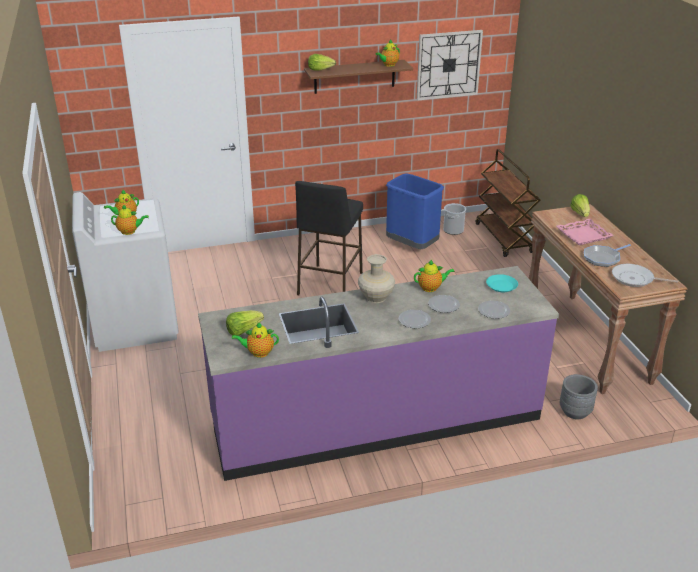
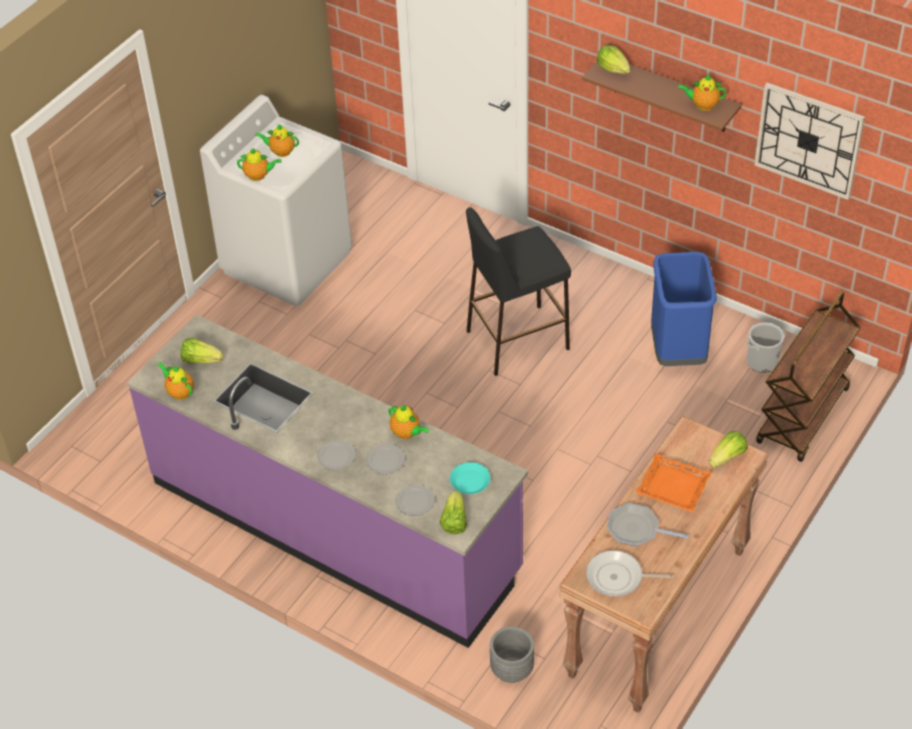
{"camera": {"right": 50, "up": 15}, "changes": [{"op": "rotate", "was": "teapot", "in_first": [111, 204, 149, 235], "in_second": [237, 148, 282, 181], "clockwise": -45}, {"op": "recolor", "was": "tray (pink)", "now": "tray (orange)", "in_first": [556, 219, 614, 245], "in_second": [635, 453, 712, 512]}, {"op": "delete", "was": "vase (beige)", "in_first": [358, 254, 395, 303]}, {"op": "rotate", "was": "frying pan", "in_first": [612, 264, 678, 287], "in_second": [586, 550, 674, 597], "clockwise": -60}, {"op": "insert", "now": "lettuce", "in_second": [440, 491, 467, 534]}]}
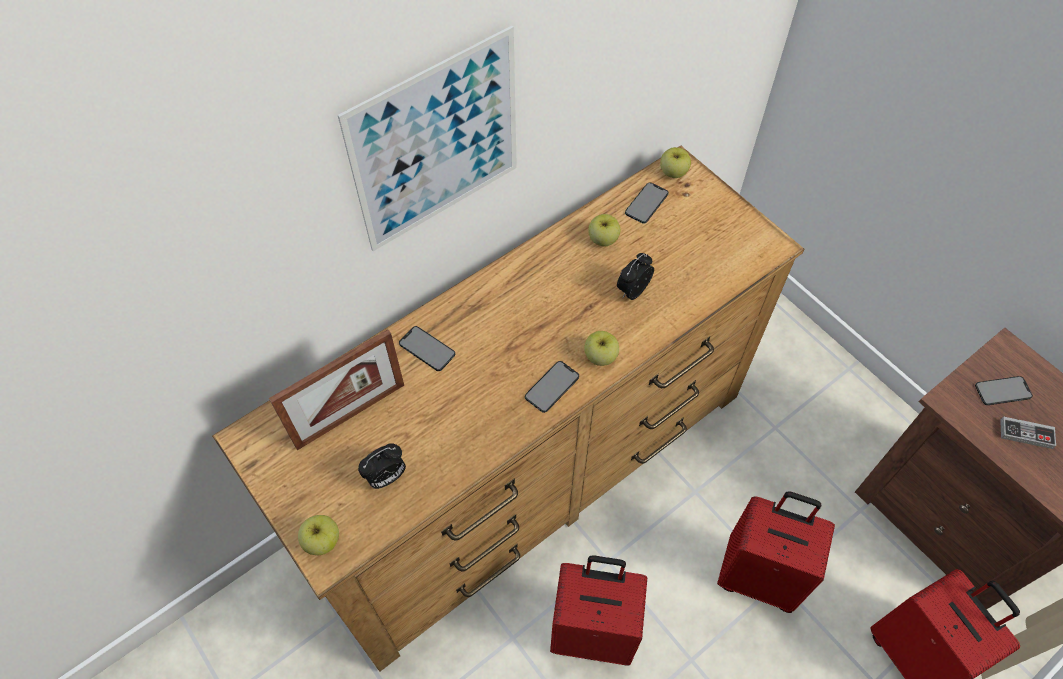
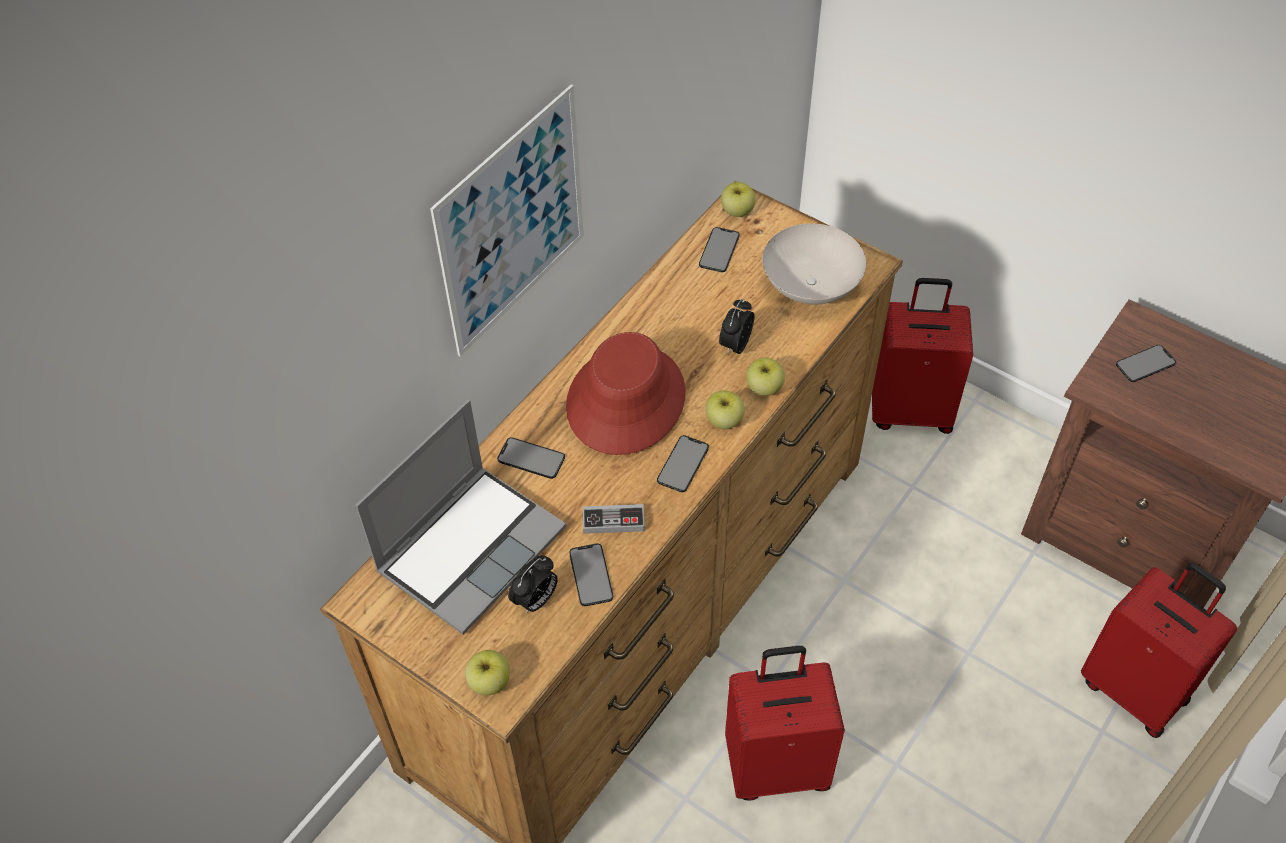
{"camera": {"right": -15, "up": -5}, "changes": [{"op": "move", "was": "apple", "in_first": [588, 214, 620, 246], "in_second": [746, 357, 785, 396]}, {"op": "replace", "was": "picture frame", "now": "laptop", "in_first": [269, 329, 404, 450], "in_second": [356, 400, 566, 635]}, {"op": "move", "was": "game controller", "in_first": [1000, 417, 1056, 449], "in_second": [583, 504, 645, 534]}, {"op": "move", "was": "suitcase (red)", "in_first": [717, 491, 835, 613], "in_second": [872, 278, 973, 434]}, {"op": "insert", "now": "bowl (white)", "in_second": [762, 224, 866, 304]}, {"op": "insert", "now": "hat (red)", "in_second": [566, 332, 686, 455]}, {"op": "insert", "now": "phone", "in_second": [570, 543, 613, 606]}]}
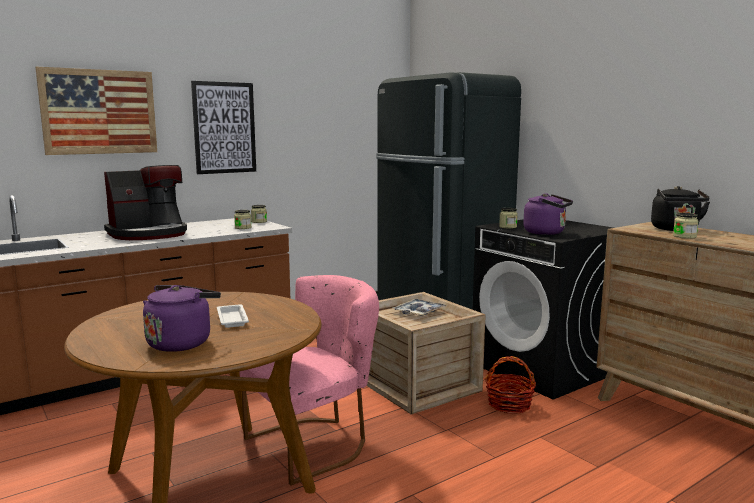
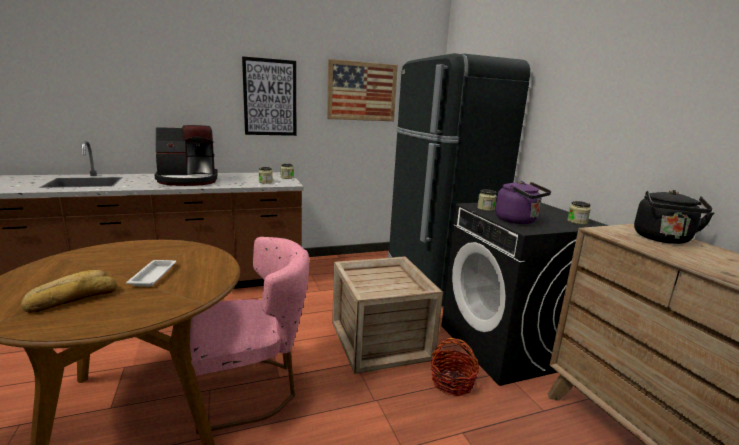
{"camera": {"right": 15, "up": 5}, "changes": [{"op": "move", "was": "picture", "in_first": [35, 67, 157, 155], "in_second": [327, 59, 398, 121]}, {"op": "move", "was": "jar", "in_first": [673, 213, 699, 239], "in_second": [567, 201, 591, 225]}, {"op": "replace", "was": "kettle (purple)", "now": "bread", "in_first": [143, 285, 221, 352], "in_second": [21, 270, 117, 313]}, {"op": "delete", "was": "tray", "in_first": [393, 299, 446, 316]}]}
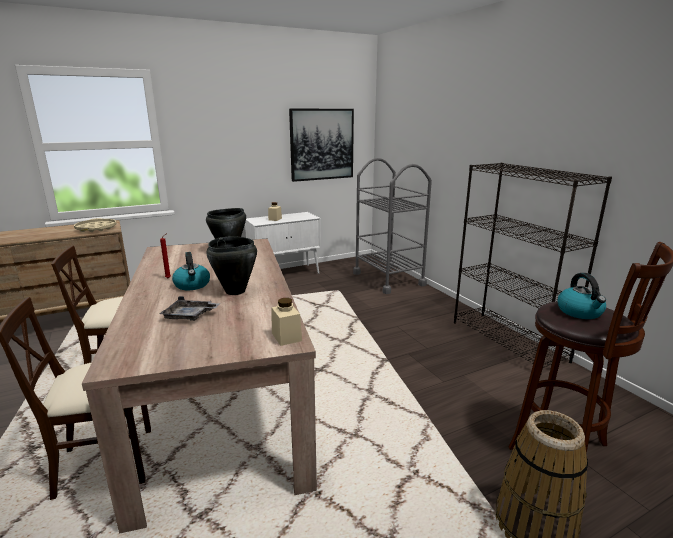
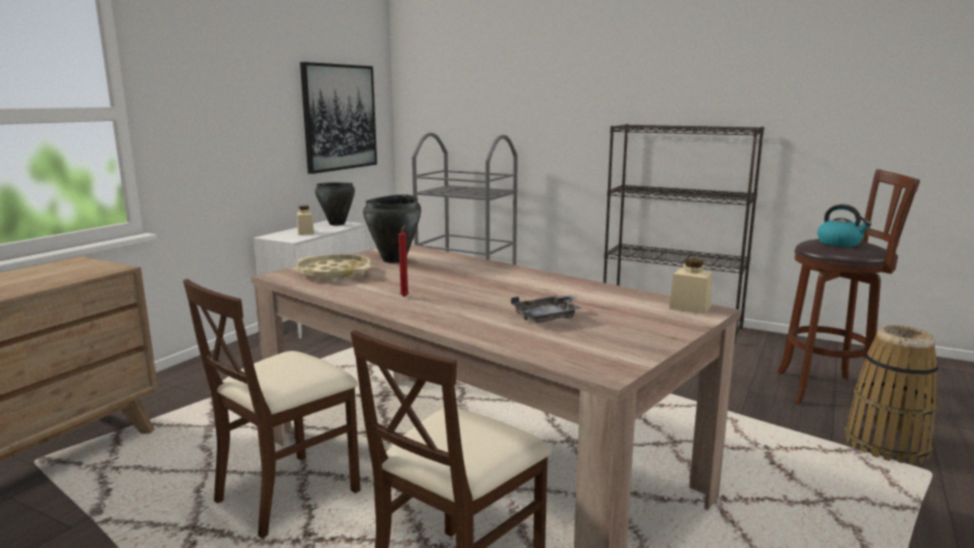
{"camera": {"right": -35, "up": -5}, "changes": [{"op": "move", "was": "tray (beige)", "in_first": [74, 218, 116, 232], "in_second": [296, 254, 371, 281]}, {"op": "move", "was": "cooking pot (black)", "in_first": [206, 236, 257, 295], "in_second": [315, 182, 355, 225]}, {"op": "delete", "was": "kettle", "in_first": [172, 252, 210, 290]}]}
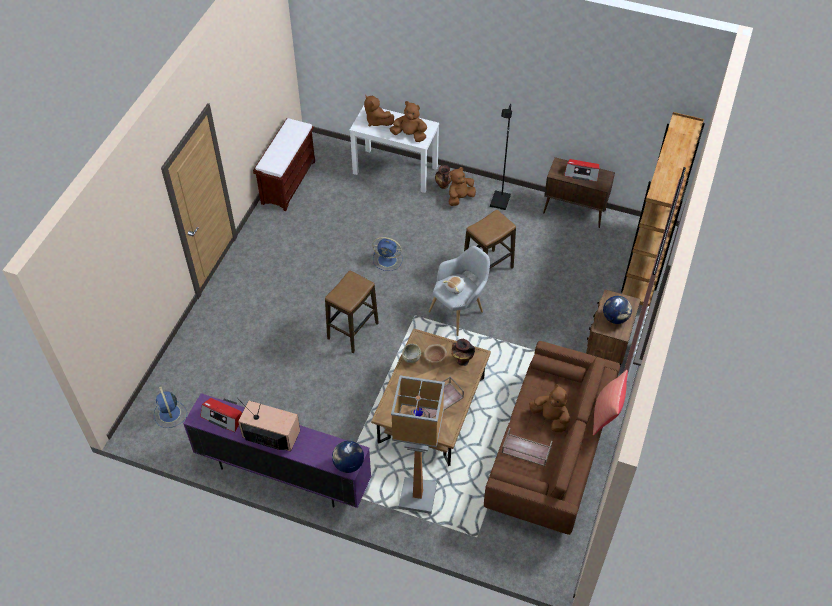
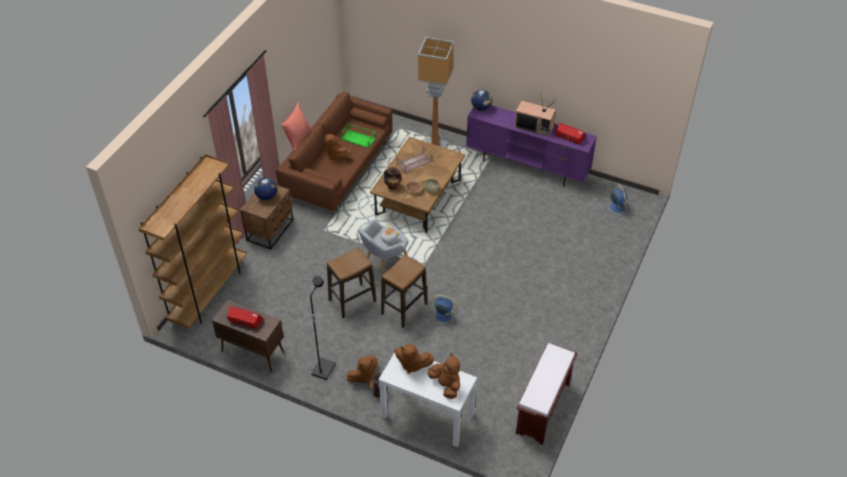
{"camera": {"right": -175, "up": -5}, "changes": [{"op": "move", "was": "stool", "in_first": [325, 270, 379, 353], "in_second": [381, 255, 427, 328]}, {"op": "recolor", "was": "tray (brown)", "now": "tray (green)", "in_first": [502, 428, 552, 466], "in_second": [341, 123, 376, 148]}]}
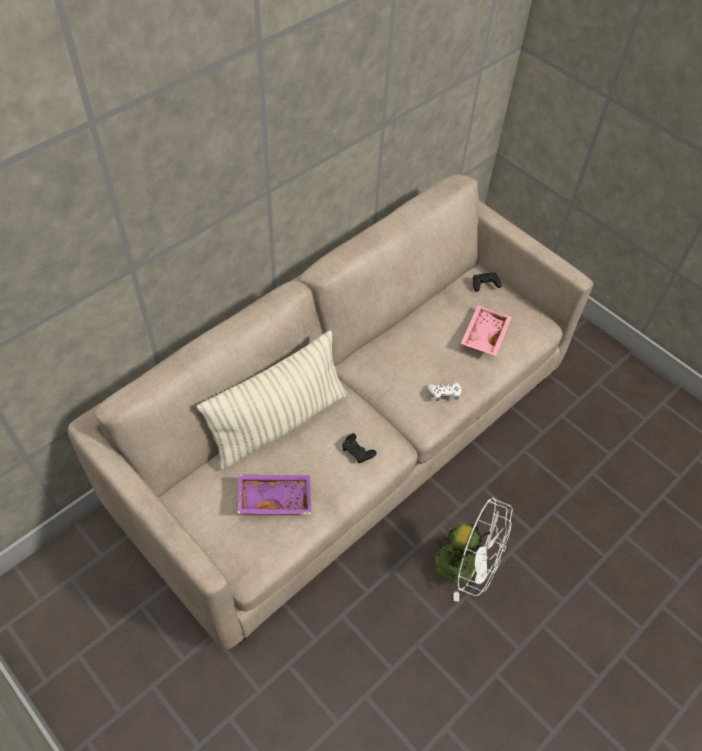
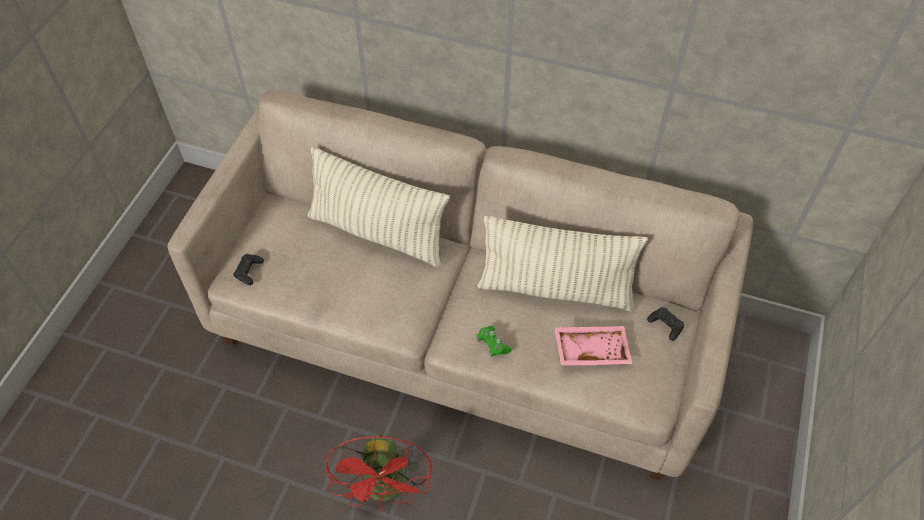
{"camera": {"right": 65, "up": 0}, "changes": [{"op": "recolor", "was": "game controller (white)", "now": "game controller (green)", "in_first": [428, 383, 461, 401], "in_second": [476, 326, 512, 357]}, {"op": "move", "was": "game controller (black)", "in_first": [342, 433, 377, 463], "in_second": [233, 254, 264, 285]}, {"op": "delete", "was": "tray (purple)", "in_first": [238, 474, 311, 514]}, {"op": "recolor", "was": "fan (white)", "now": "fan (red)", "in_first": [430, 497, 513, 602], "in_second": [326, 434, 432, 511]}, {"op": "insert", "now": "pillow", "in_second": [477, 215, 648, 311]}]}
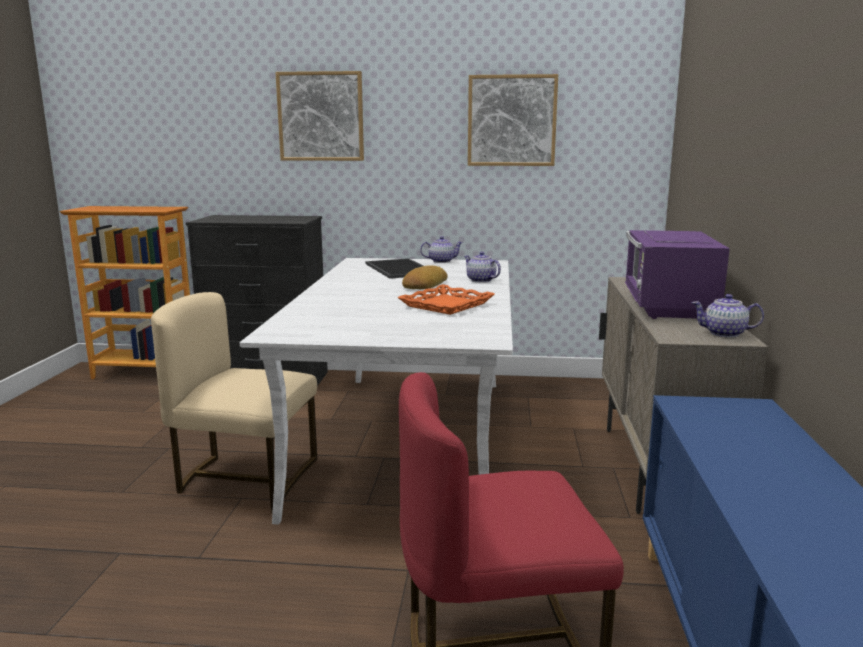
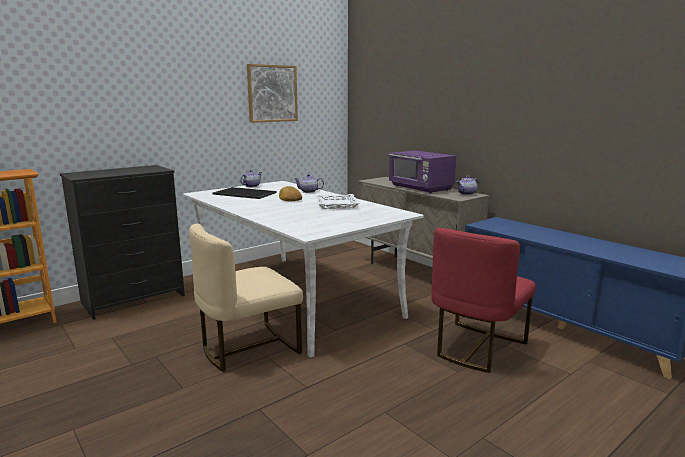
{"camera": {"right": -45, "up": 0}, "changes": [{"op": "delete", "was": "picture", "in_first": [275, 71, 364, 161]}, {"op": "recolor", "was": "tray (orange)", "now": "tray (white)", "in_first": [398, 284, 495, 315], "in_second": [316, 194, 359, 209]}]}
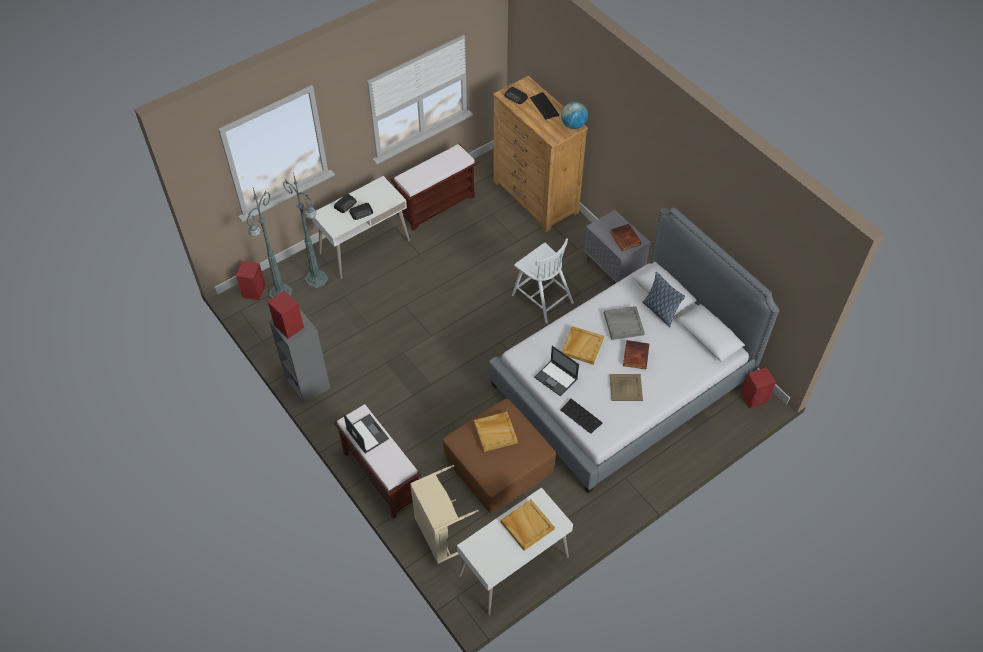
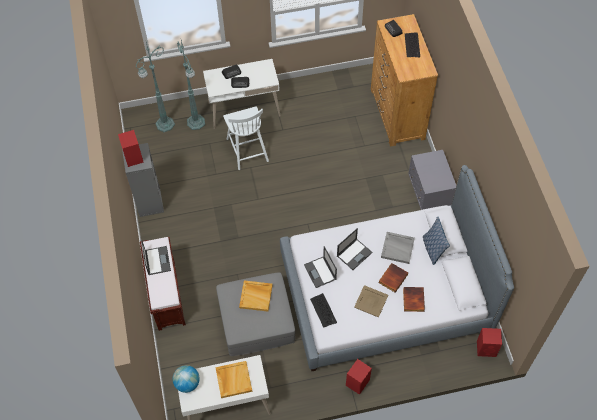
{"camera": {"right": 25, "up": 5}, "changes": [{"op": "move", "was": "globe", "in_first": [561, 102, 588, 129], "in_second": [173, 365, 200, 393]}, {"op": "delete", "was": "bench (brown)", "in_first": [391, 144, 477, 231]}, {"op": "move", "was": "book", "in_first": [610, 224, 641, 251], "in_second": [403, 287, 425, 312]}, {"op": "move", "was": "chair (white)", "in_first": [512, 238, 574, 324], "in_second": [223, 106, 269, 170]}, {"op": "move", "was": "speaker (red)", "in_first": [236, 261, 266, 300], "in_second": [346, 359, 372, 395]}, {"op": "replace", "was": "tray (beige)", "now": "laptop", "in_first": [561, 326, 604, 365], "in_second": [337, 228, 372, 270]}, {"op": "recolor", "was": "ottoman (brown)", "now": "ottoman (grey)", "in_first": [443, 399, 556, 513], "in_second": [216, 272, 295, 356]}, {"op": "delete", "was": "laundry basket (beige)", "in_first": [410, 465, 479, 564]}]}
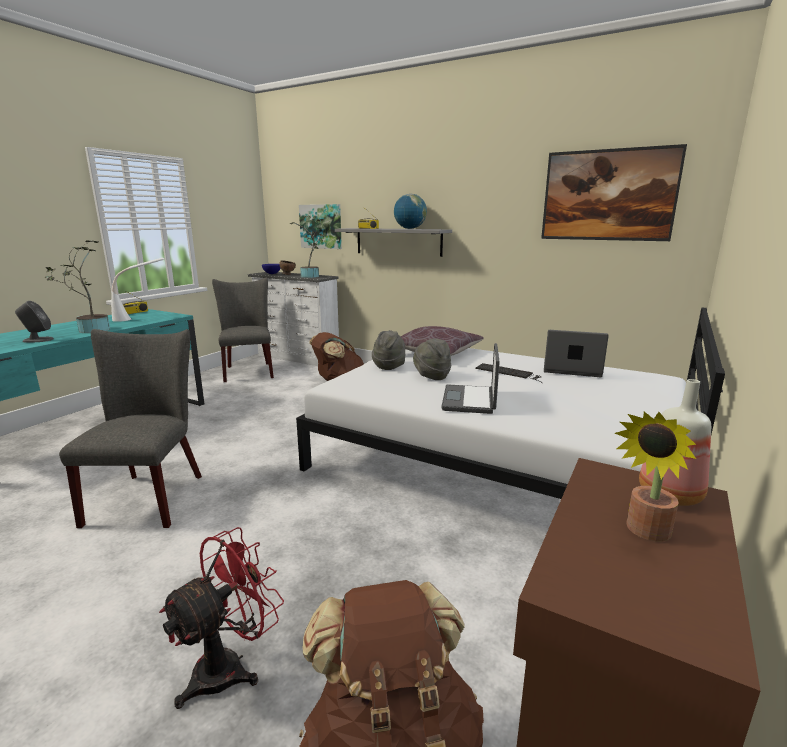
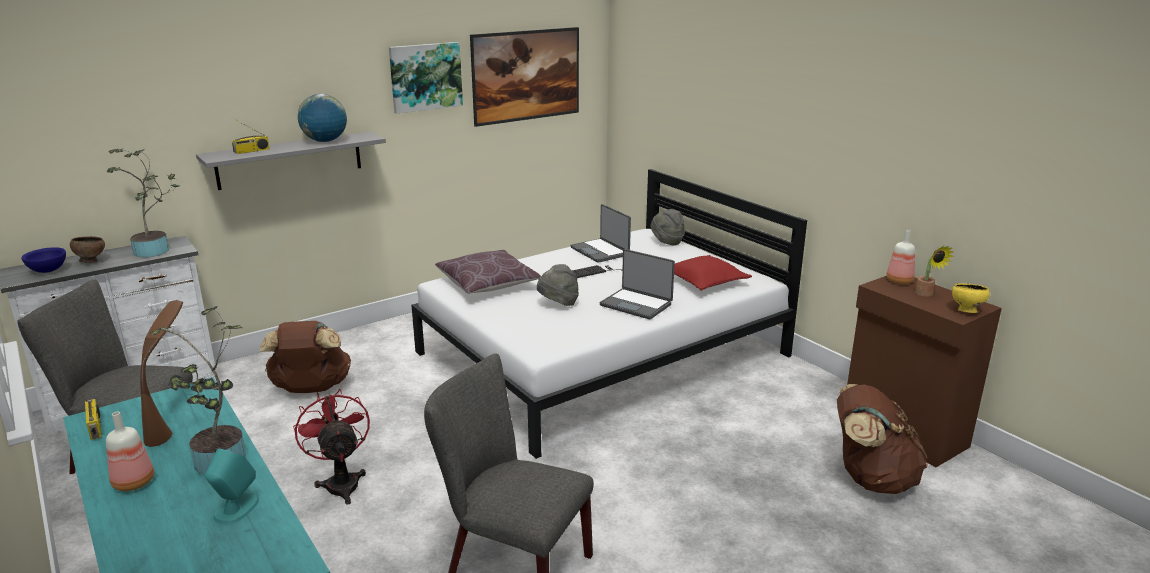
{"camera": {"right": -65, "up": 5}, "changes": [{"op": "move", "was": "picture", "in_first": [299, 204, 342, 249], "in_second": [389, 42, 463, 114]}, {"op": "recolor", "was": "table lamp (white)", "now": "table lamp (brown)", "in_first": [111, 258, 164, 322], "in_second": [140, 300, 183, 447]}, {"op": "recolor", "was": "speaker (grey)", "now": "speaker (turquoise)", "in_first": [15, 301, 54, 343], "in_second": [205, 449, 259, 524]}, {"op": "move", "was": "hat (grey)", "in_first": [372, 330, 405, 370], "in_second": [651, 209, 685, 245]}, {"op": "rotate", "was": "laptop", "in_first": [544, 330, 609, 377], "in_second": [570, 204, 631, 263], "clockwise": -75}, {"op": "move", "was": "fan (red)", "in_first": [159, 527, 284, 709], "in_second": [293, 389, 370, 505]}, {"op": "insert", "now": "pillow (red)", "in_second": [674, 255, 752, 290]}, {"op": "insert", "now": "bowl (yellow)", "in_second": [952, 283, 990, 313]}, {"op": "insert", "now": "bottle", "in_second": [106, 412, 154, 491]}]}
